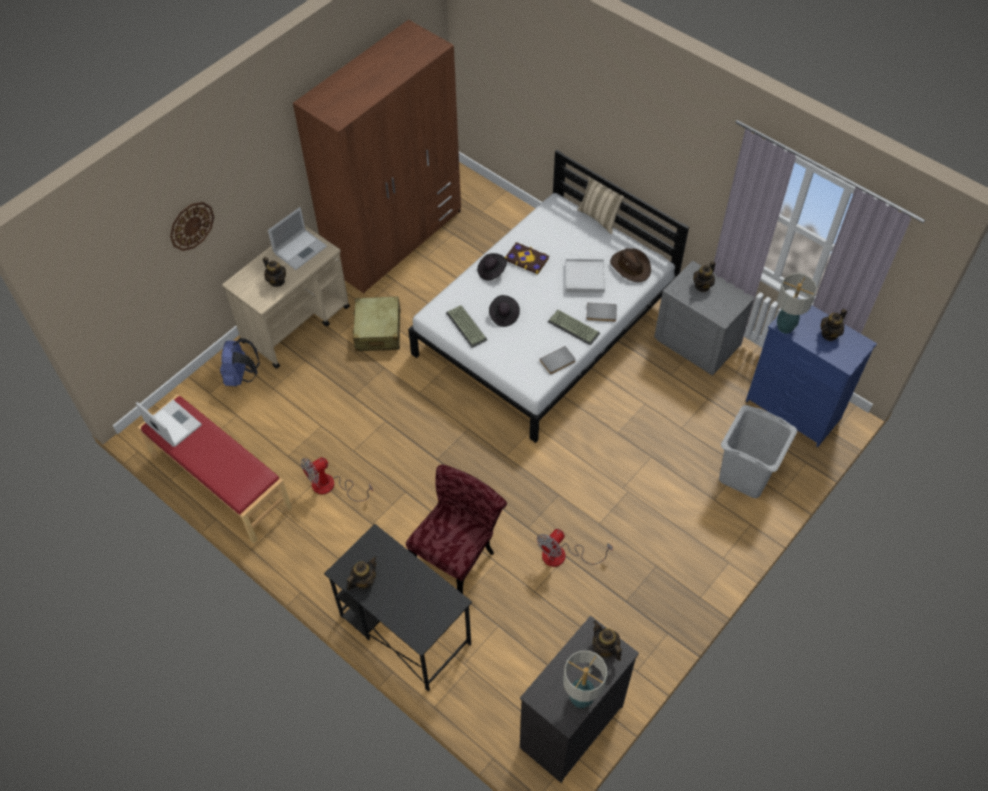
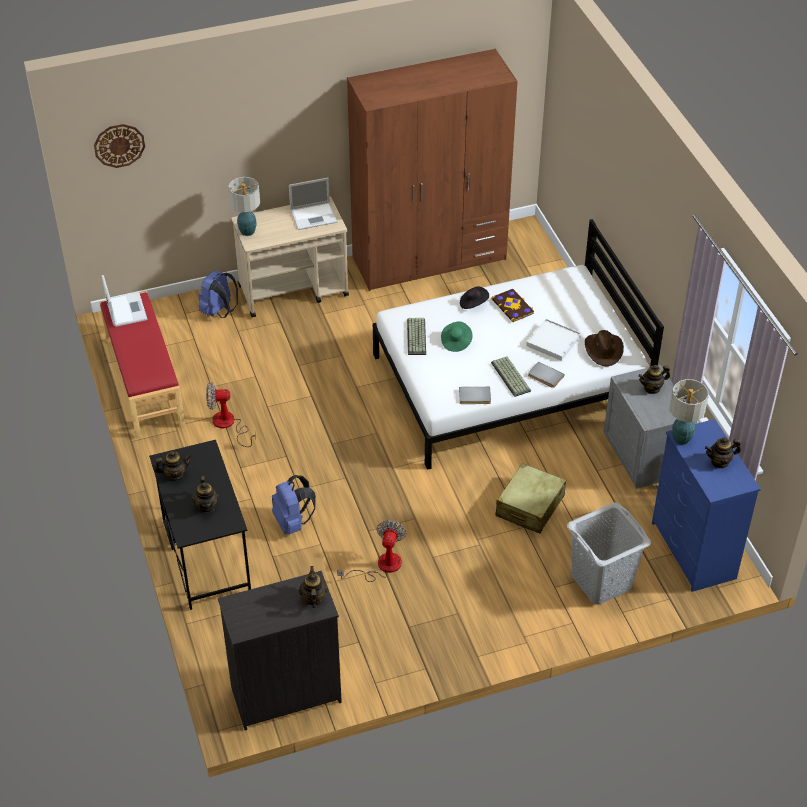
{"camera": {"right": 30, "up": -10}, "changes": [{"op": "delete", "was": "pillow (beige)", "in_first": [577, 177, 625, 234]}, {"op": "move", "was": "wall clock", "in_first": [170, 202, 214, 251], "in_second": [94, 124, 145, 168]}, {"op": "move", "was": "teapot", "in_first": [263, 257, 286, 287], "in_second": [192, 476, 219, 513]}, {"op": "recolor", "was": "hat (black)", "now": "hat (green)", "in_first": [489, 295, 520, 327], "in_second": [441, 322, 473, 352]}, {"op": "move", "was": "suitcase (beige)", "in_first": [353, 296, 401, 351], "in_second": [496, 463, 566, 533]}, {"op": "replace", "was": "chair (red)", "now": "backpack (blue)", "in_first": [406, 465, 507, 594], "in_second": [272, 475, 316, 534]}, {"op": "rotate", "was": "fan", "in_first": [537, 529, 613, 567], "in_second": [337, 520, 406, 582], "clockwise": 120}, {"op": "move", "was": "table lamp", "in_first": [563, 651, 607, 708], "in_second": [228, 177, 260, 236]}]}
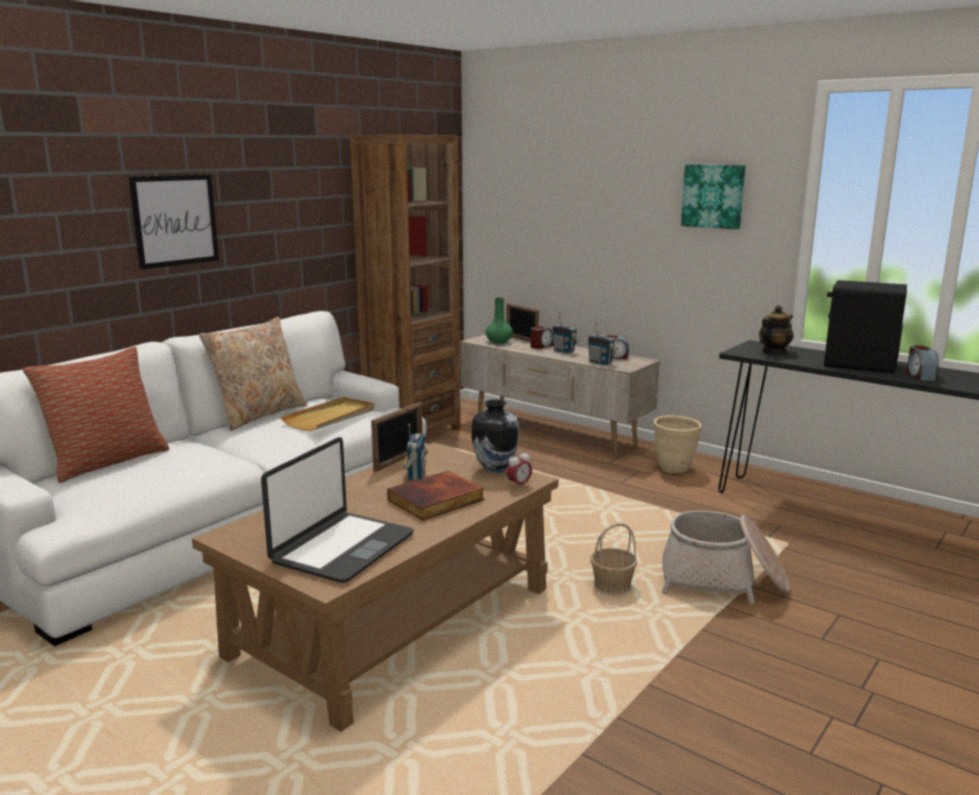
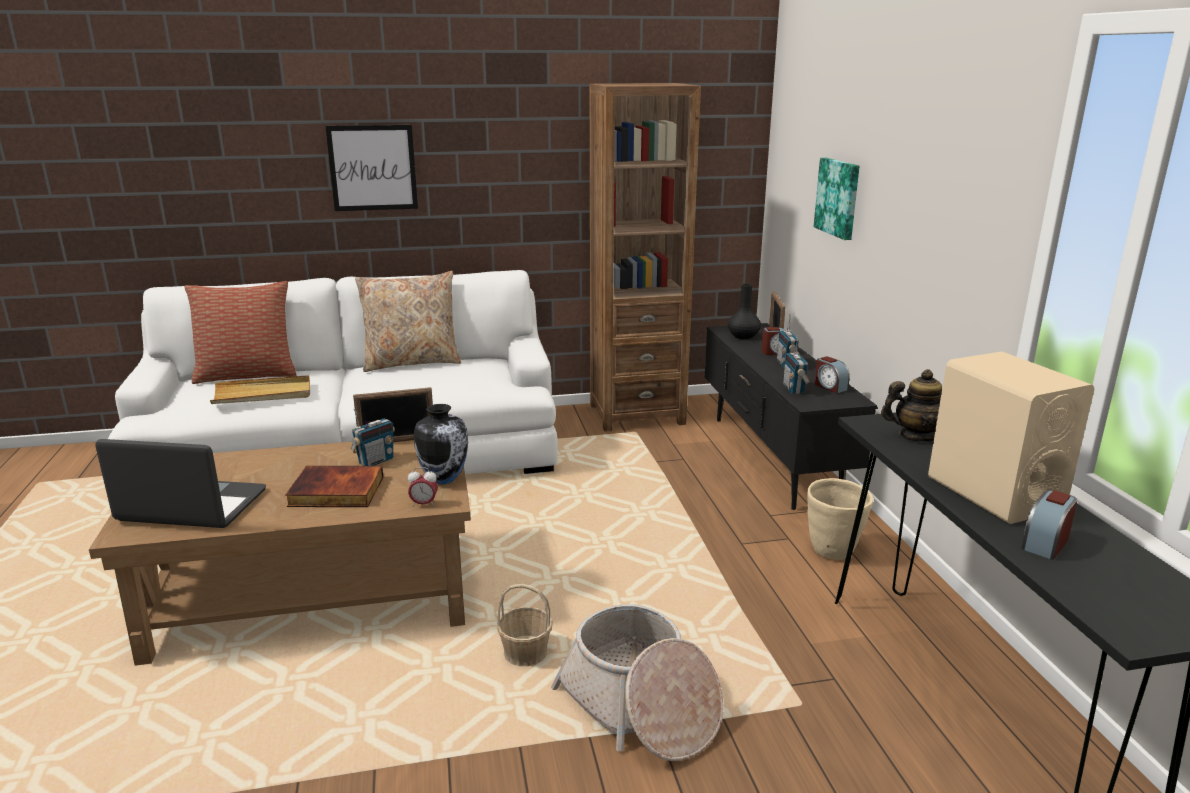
{"camera": {"right": 40, "up": 5}, "changes": [{"op": "move", "was": "picture", "in_first": [681, 164, 745, 230], "in_second": [814, 158, 860, 240]}, {"op": "recolor", "was": "speaker (black)", "now": "speaker (beige)", "in_first": [824, 280, 907, 373], "in_second": [928, 351, 1094, 524]}, {"op": "recolor", "was": "vase (green)", "now": "vase (black)", "in_first": [486, 297, 513, 344], "in_second": [728, 284, 761, 339]}, {"op": "recolor", "was": "tv stand (beige)", "now": "tv stand (black)", "in_first": [460, 334, 661, 456], "in_second": [705, 323, 878, 510]}, {"op": "move", "was": "tray (beige)", "in_first": [281, 397, 374, 431], "in_second": [210, 375, 310, 404]}, {"op": "rotate", "was": "laptop", "in_first": [261, 437, 414, 583], "in_second": [95, 439, 266, 528], "clockwise": -150}]}
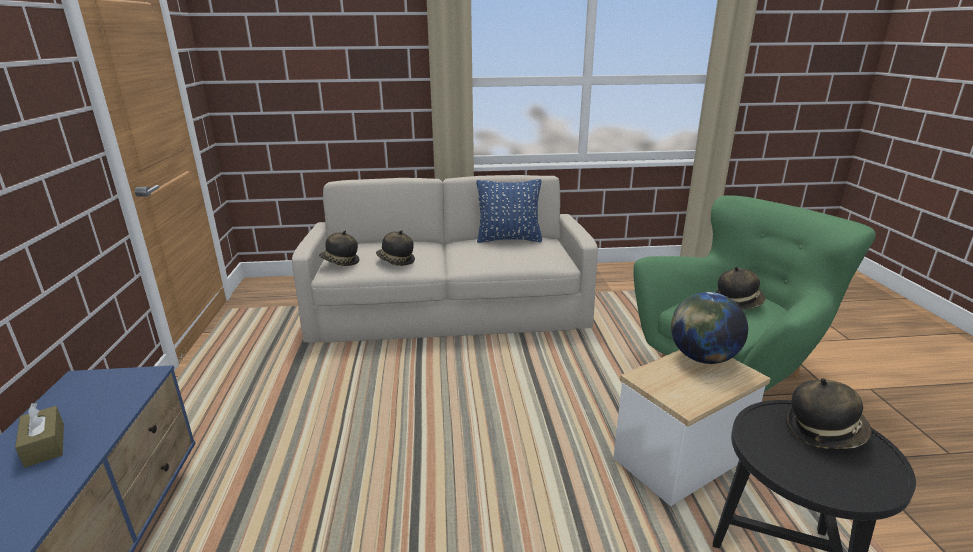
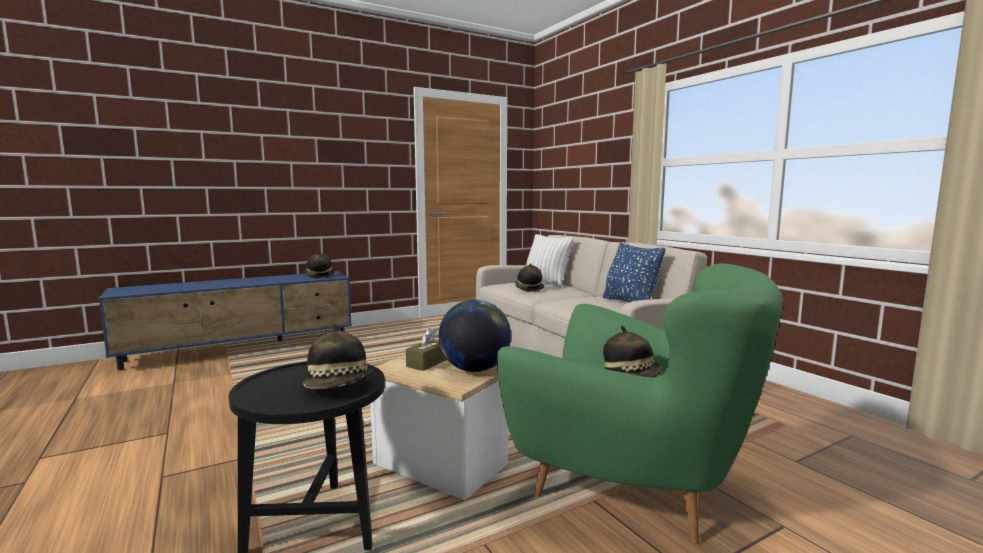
{"camera": {"right": 65, "up": -15}, "changes": [{"op": "move", "was": "hat", "in_first": [319, 230, 360, 266], "in_second": [305, 251, 334, 278]}, {"op": "move", "was": "tissue box (brown)", "in_first": [15, 403, 64, 468], "in_second": [406, 328, 447, 371]}, {"op": "insert", "now": "pillow (white)", "in_second": [526, 234, 573, 287]}]}
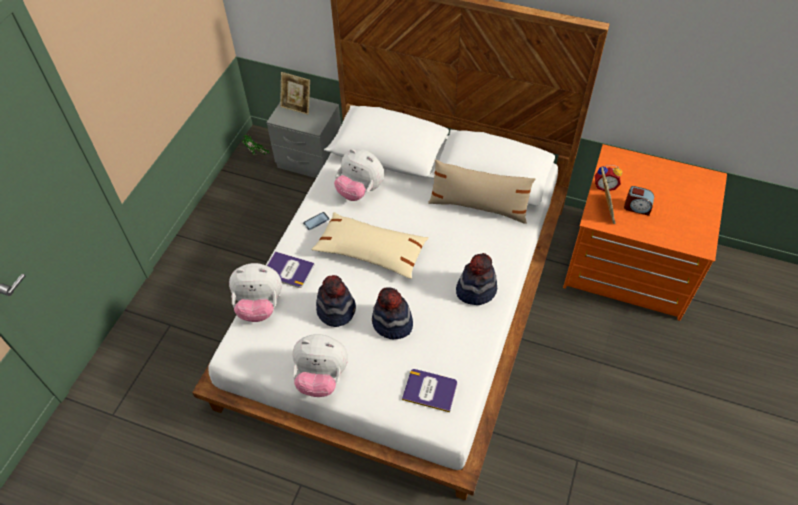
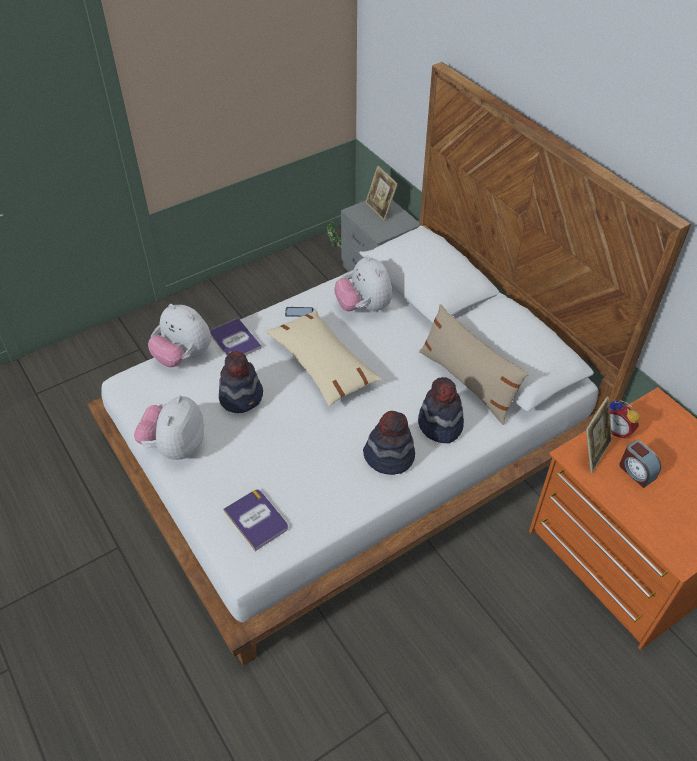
{"camera": {"right": 35, "up": -5}, "changes": [{"op": "move", "was": "hat", "in_first": [372, 287, 413, 339], "in_second": [418, 377, 464, 443]}, {"op": "rotate", "was": "plush toy", "in_first": [292, 334, 348, 397], "in_second": [134, 396, 204, 460], "clockwise": 60}]}
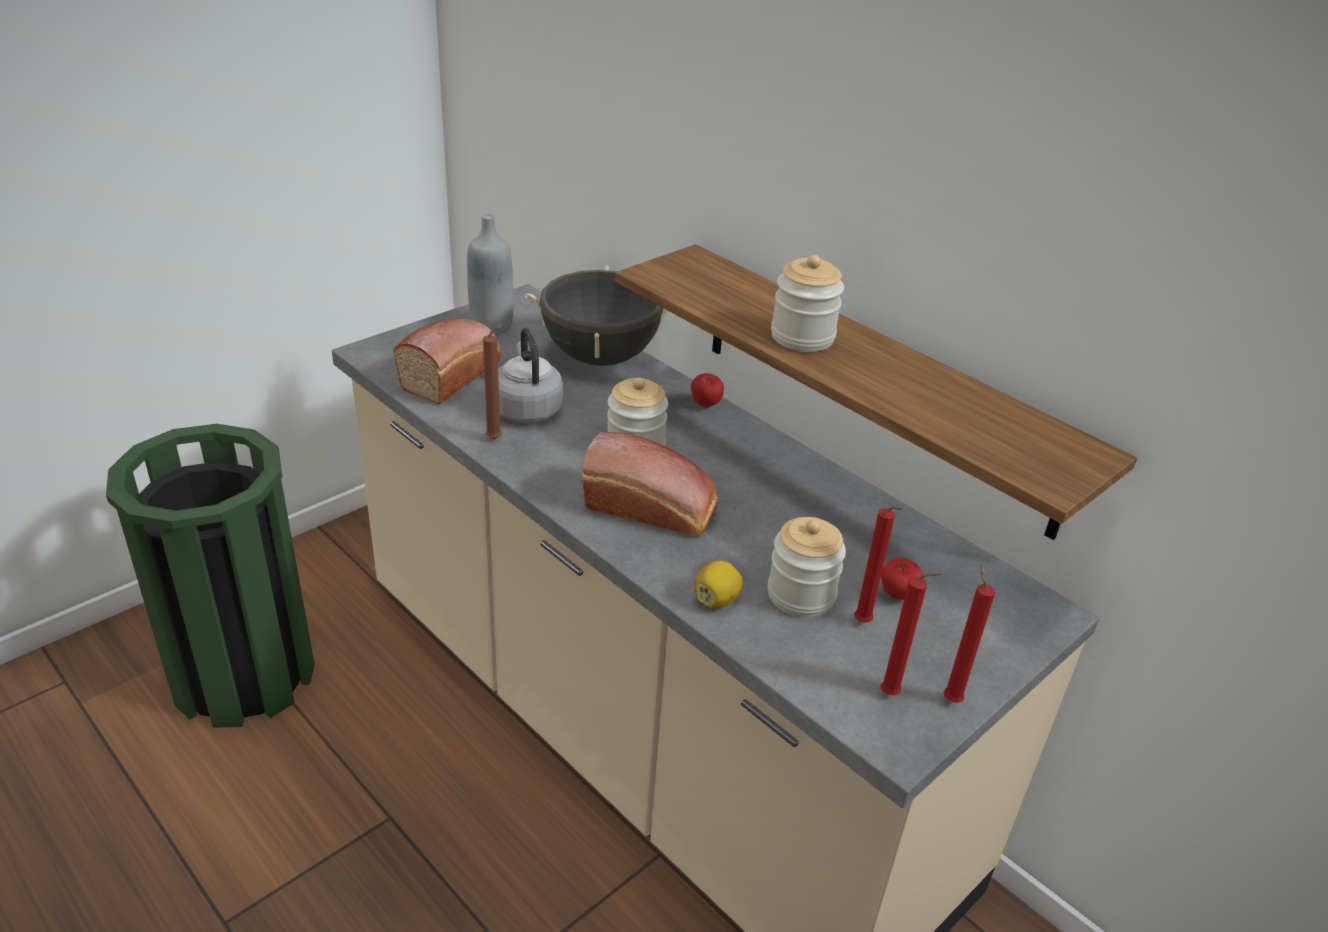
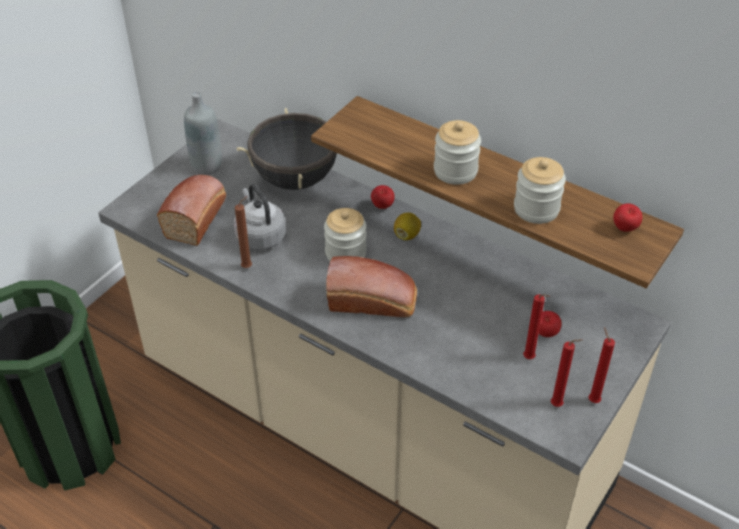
{"camera": {"right": -10, "up": 10}, "changes": [{"op": "move", "was": "jar", "in_first": [768, 517, 846, 617], "in_second": [514, 157, 566, 224]}, {"op": "move", "was": "lemon", "in_first": [694, 561, 743, 608], "in_second": [394, 213, 421, 240]}, {"op": "insert", "now": "apple", "in_second": [613, 203, 642, 232]}]}
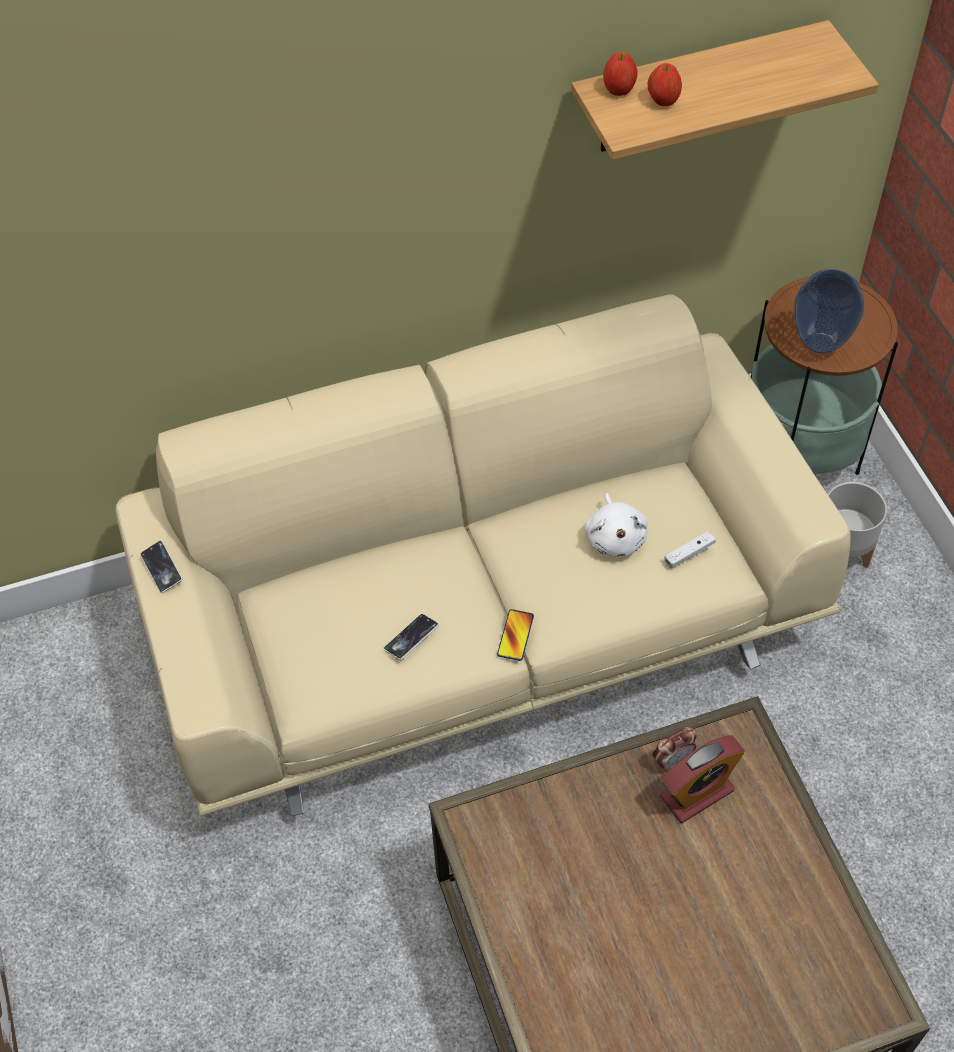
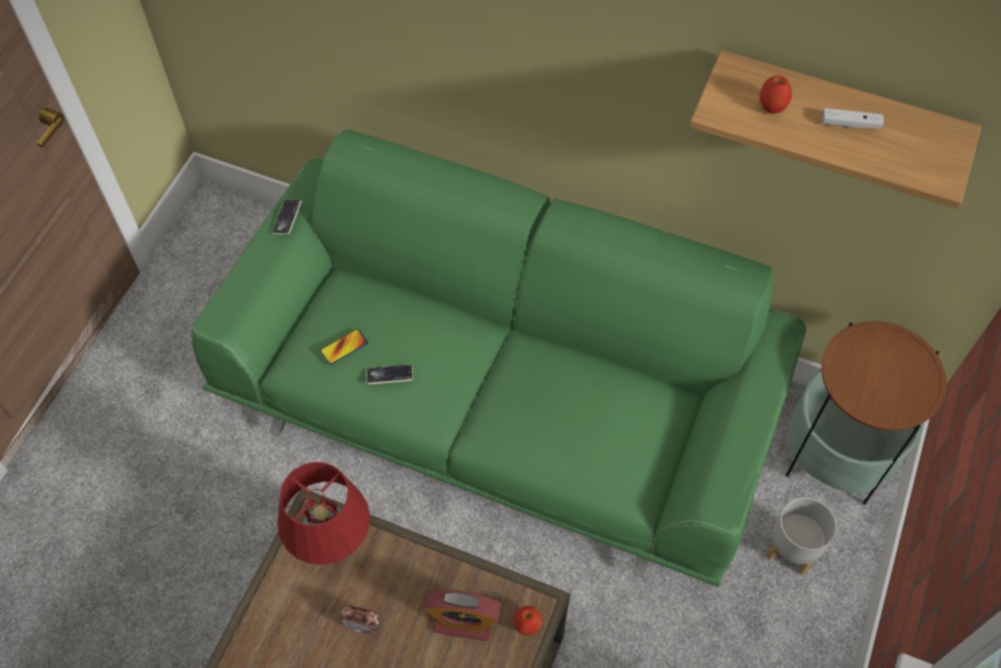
{"camera": {"right": 40, "up": 5}, "changes": [{"op": "move", "was": "apple", "in_first": [603, 52, 637, 96], "in_second": [514, 606, 542, 635]}, {"op": "delete", "was": "vase", "in_first": [794, 269, 864, 354]}, {"op": "recolor", "was": "sofa (beige)", "now": "sofa (green)", "in_first": [115, 294, 851, 816], "in_second": [191, 129, 806, 587]}, {"op": "delete", "was": "plush toy (white)", "in_first": [584, 493, 648, 557]}, {"op": "move", "was": "game controller (white)", "in_first": [664, 531, 716, 568], "in_second": [822, 108, 884, 129]}, {"op": "move", "was": "phone", "in_first": [497, 609, 534, 661], "in_second": [320, 329, 368, 365]}, {"op": "move", "was": "alarm clock", "in_first": [652, 727, 697, 772], "in_second": [341, 605, 380, 633]}, {"op": "insert", "now": "table lamp (red)", "in_second": [278, 462, 370, 565]}]}
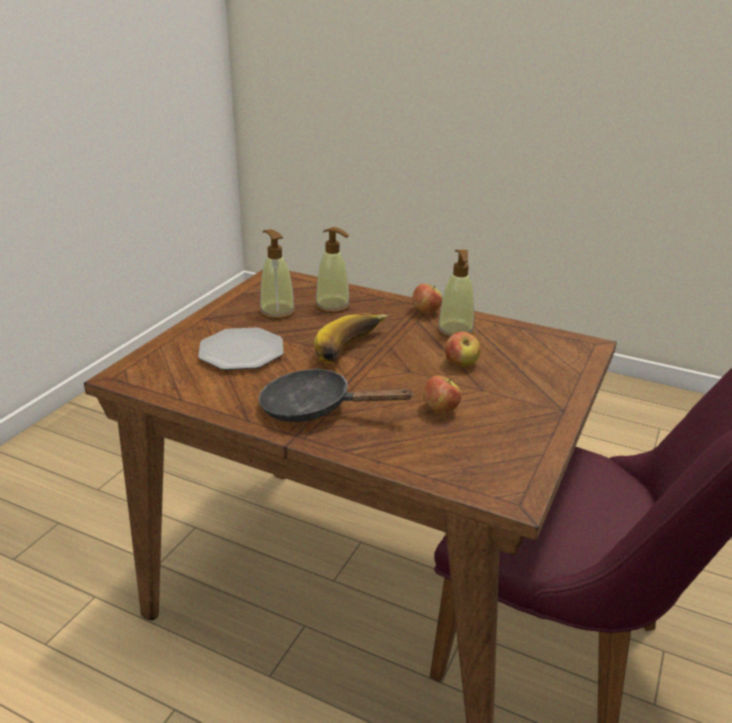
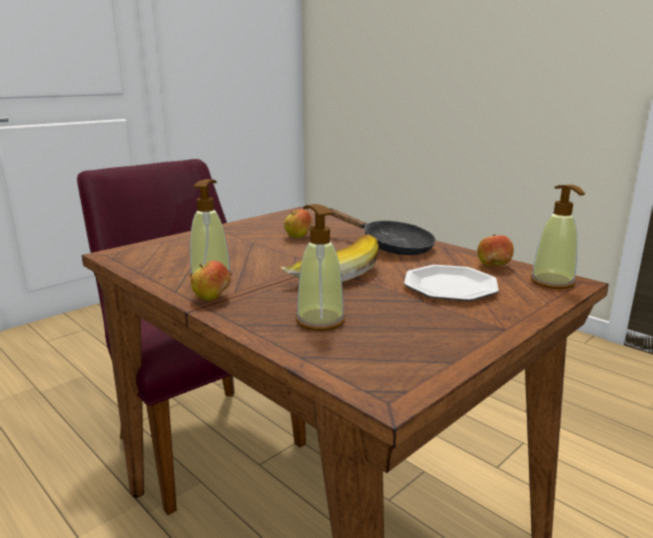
{"camera": {"right": -160, "up": -10}, "changes": [{"op": "move", "was": "soap dispenser", "in_first": [260, 229, 295, 319], "in_second": [531, 185, 585, 289]}, {"op": "move", "was": "apple", "in_first": [445, 331, 481, 367], "in_second": [477, 234, 514, 266]}]}
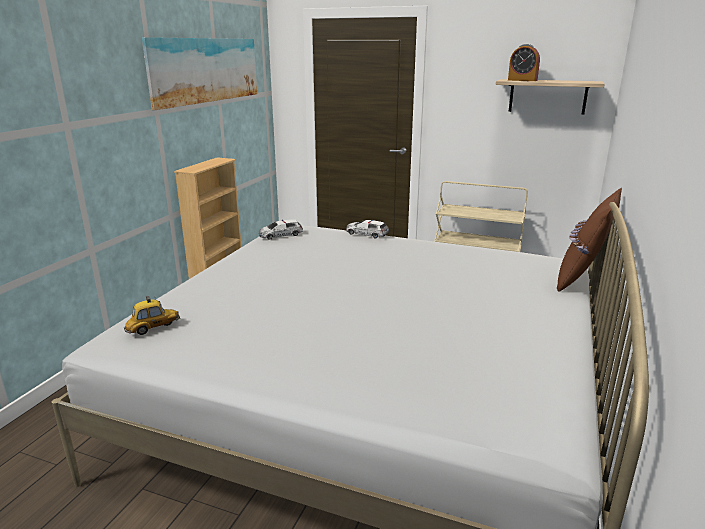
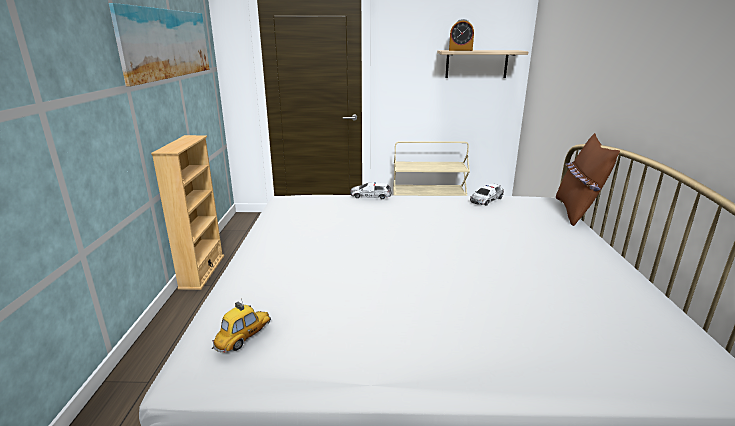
{"camera": {"right": -20, "up": 0}, "changes": [{"op": "move", "was": "toy car", "in_first": [259, 219, 303, 240], "in_second": [470, 184, 504, 206]}]}
